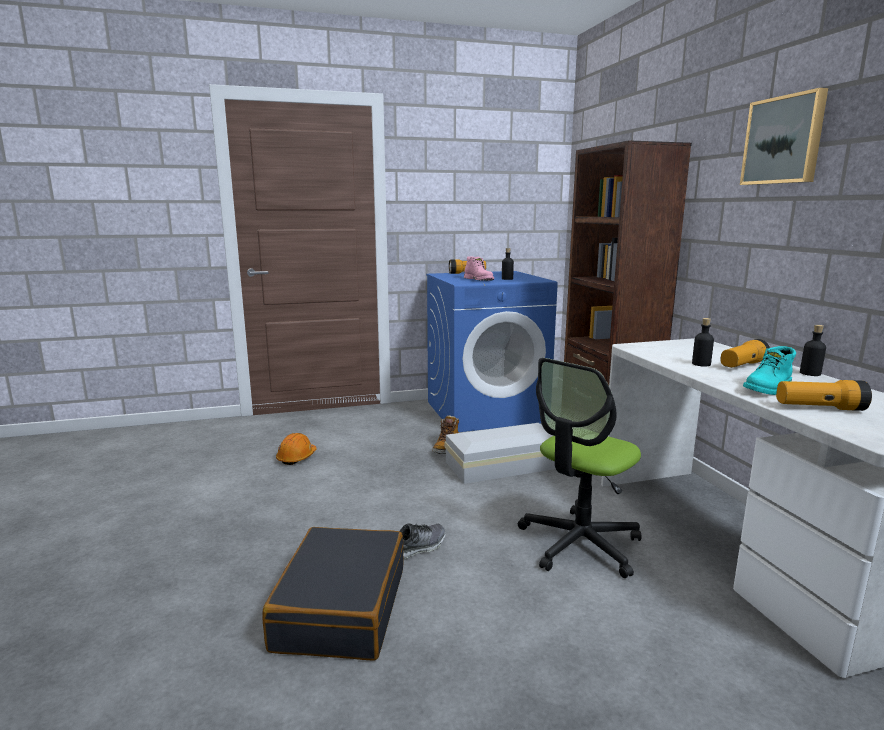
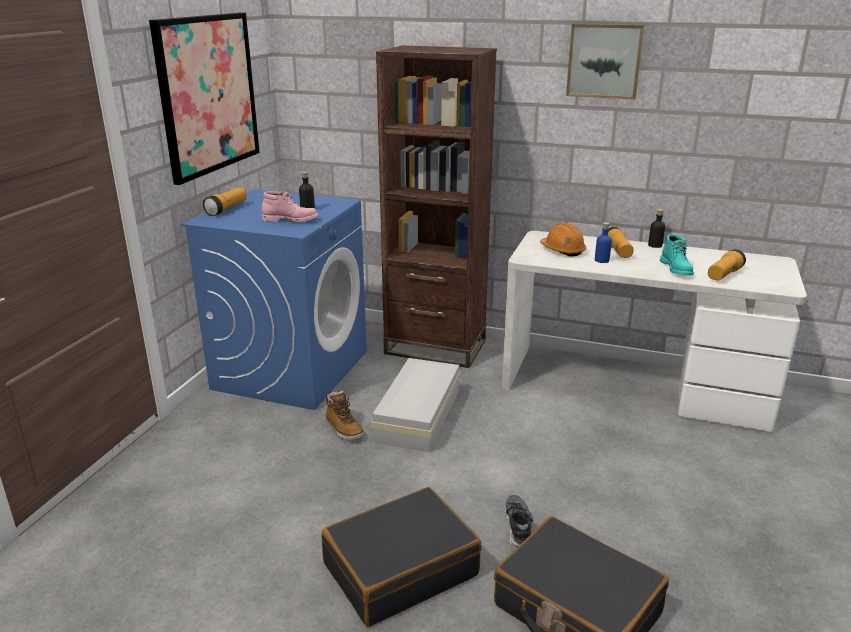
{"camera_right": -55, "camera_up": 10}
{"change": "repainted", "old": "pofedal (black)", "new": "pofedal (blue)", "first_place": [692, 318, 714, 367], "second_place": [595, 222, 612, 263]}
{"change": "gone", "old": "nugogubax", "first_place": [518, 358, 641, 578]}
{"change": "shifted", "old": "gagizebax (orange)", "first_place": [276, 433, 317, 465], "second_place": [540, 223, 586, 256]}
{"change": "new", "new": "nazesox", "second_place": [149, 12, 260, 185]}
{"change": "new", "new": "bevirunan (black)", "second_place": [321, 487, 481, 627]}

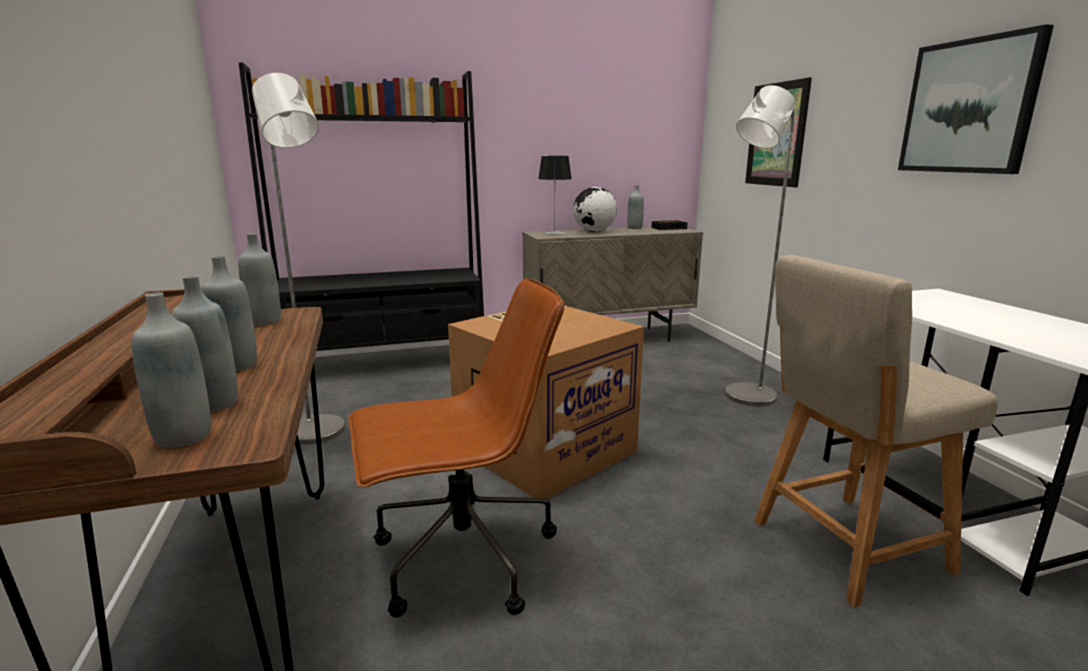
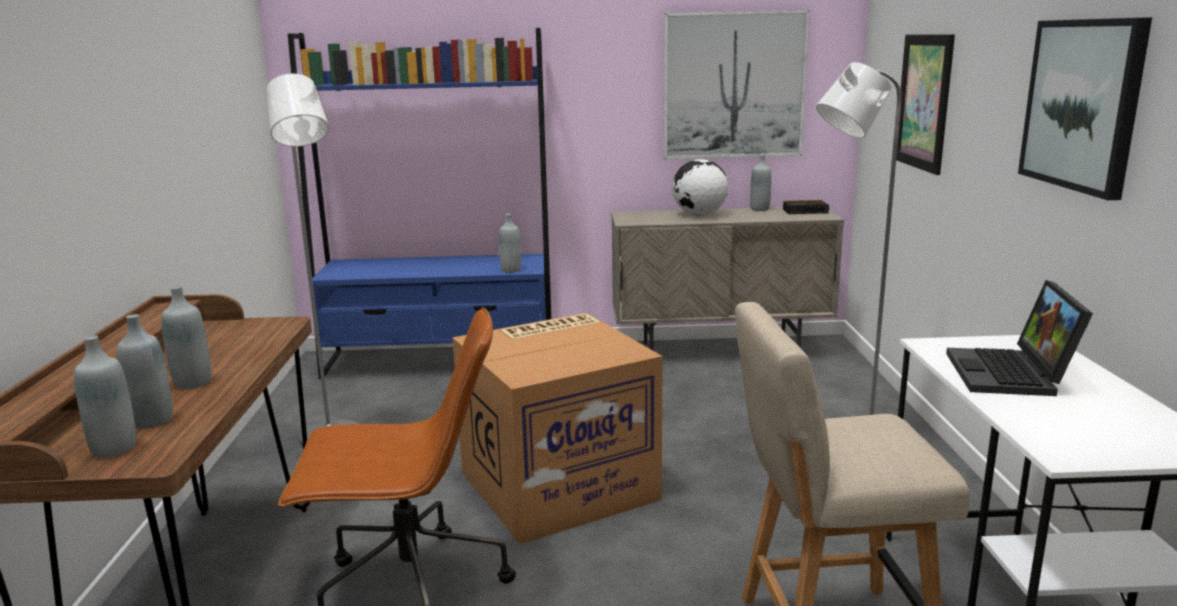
{"camera_right": 15, "camera_up": 0}
{"change": "repainted", "old": "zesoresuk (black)", "new": "zesoresuk (blue)", "first_place": [239, 62, 484, 351], "second_place": [288, 28, 551, 379]}
{"change": "gone", "old": "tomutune", "first_place": [538, 156, 571, 235]}
{"change": "shifted", "old": "pofedal (grey)", "first_place": [238, 233, 281, 325], "second_place": [499, 214, 521, 273]}
{"change": "new", "new": "nazesox", "second_place": [663, 10, 810, 159]}
{"change": "new", "new": "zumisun", "second_place": [946, 280, 1093, 396]}

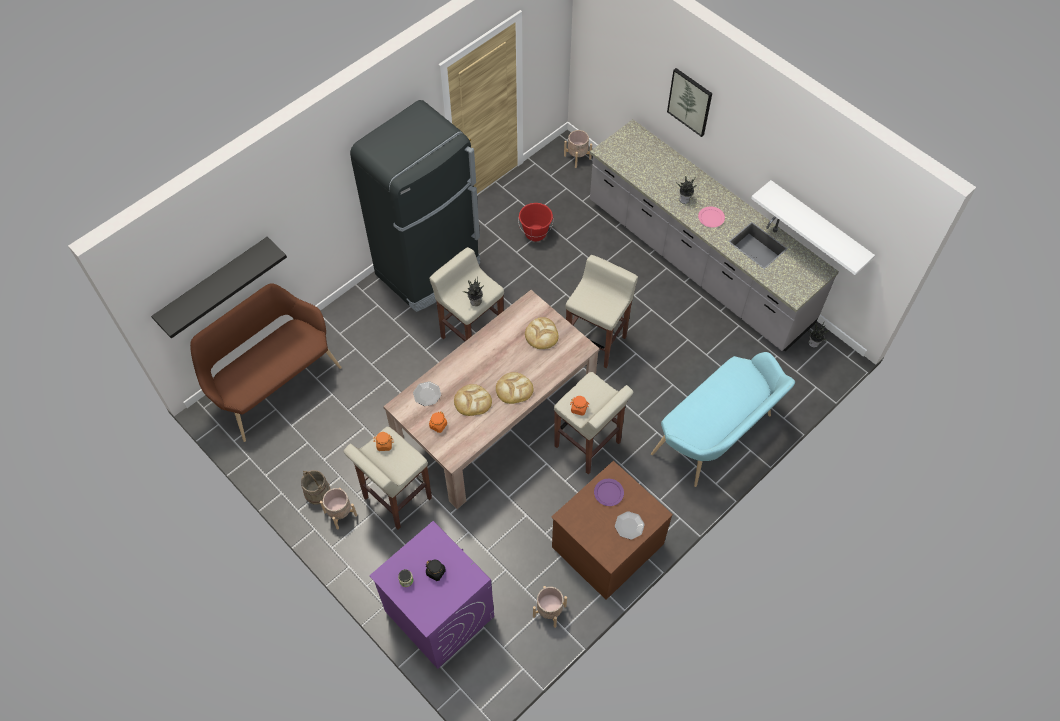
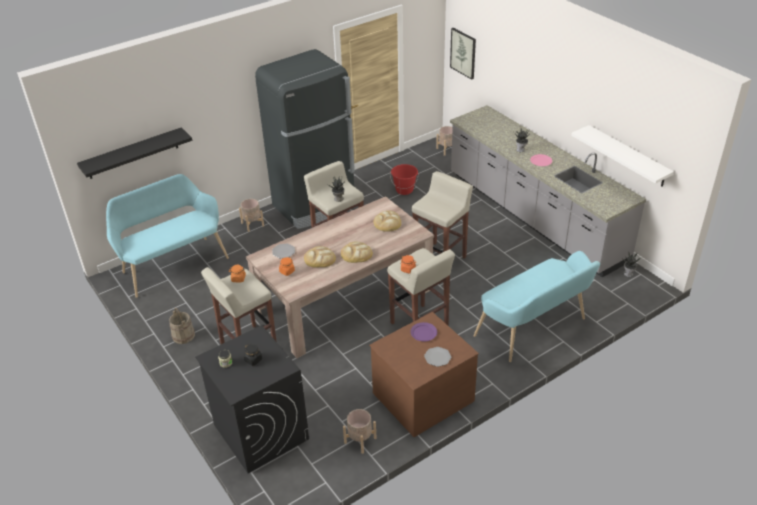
{"camera_right": 10, "camera_up": -20}
{"change": "shifted", "old": "nazesox", "first_place": [667, 68, 712, 137], "second_place": [450, 28, 476, 80]}
{"change": "repainted", "old": "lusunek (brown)", "new": "lusunek (turquoise)", "first_place": [190, 283, 342, 442], "second_place": [106, 174, 229, 298]}
{"change": "shifted", "old": "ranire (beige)", "first_place": [320, 488, 357, 529], "second_place": [239, 199, 264, 232]}
{"change": "repainted", "old": "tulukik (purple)", "new": "tulukik (black)", "first_place": [369, 521, 494, 669], "second_place": [195, 325, 309, 473]}

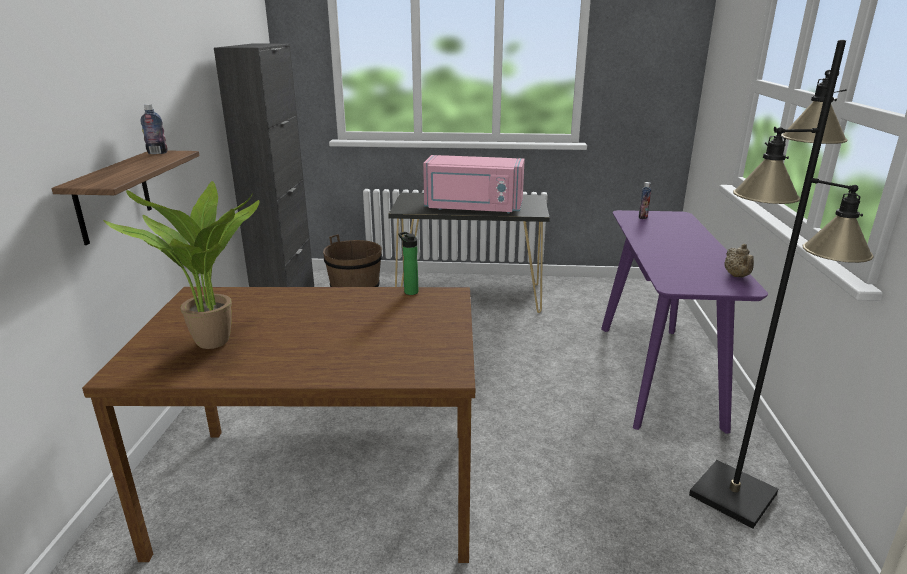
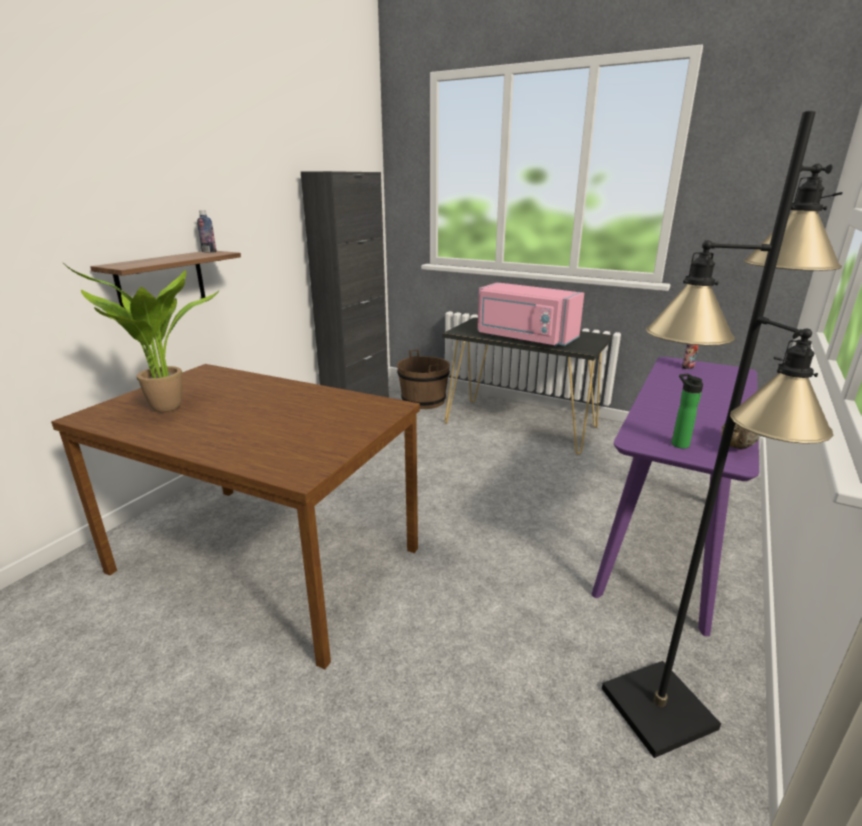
{"camera_right": 25, "camera_up": 0}
{"change": "shifted", "old": "pofedal", "first_place": [398, 232, 418, 295], "second_place": [672, 374, 703, 449]}

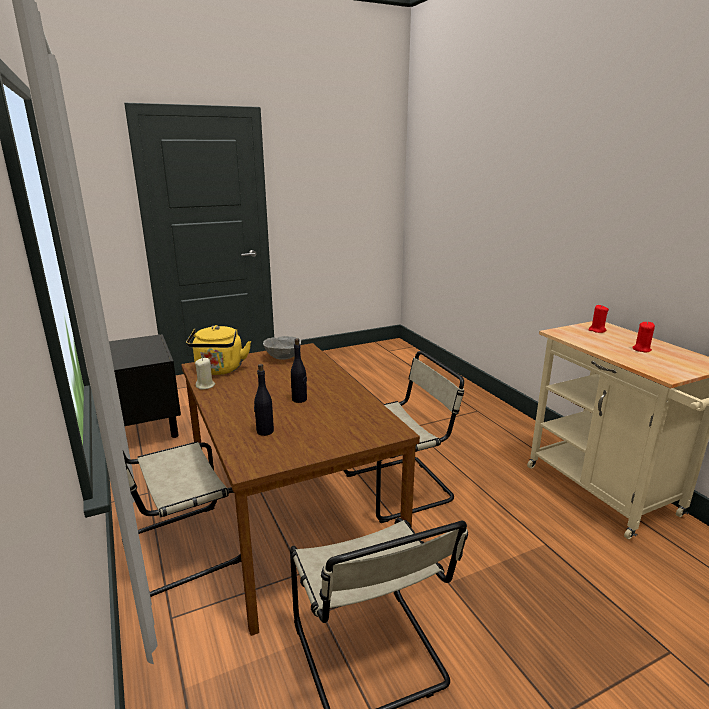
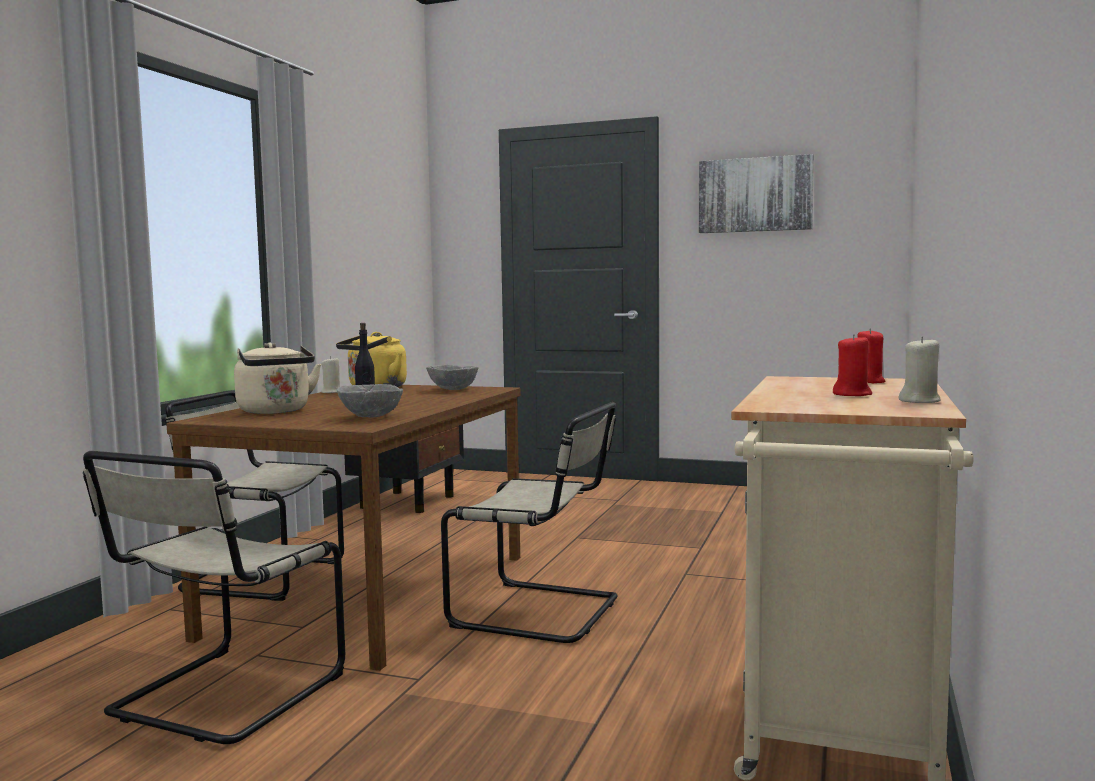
{"camera_right": 45, "camera_up": -15}
{"change": "swapped", "old": "pofedal (black)", "new": "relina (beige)", "first_place": [254, 364, 274, 436], "second_place": [234, 342, 321, 414]}
{"change": "new", "new": "nazesox", "second_place": [699, 154, 814, 233]}
{"change": "new", "new": "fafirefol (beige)", "second_place": [899, 337, 941, 403]}
{"change": "new", "new": "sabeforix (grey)", "second_place": [337, 384, 403, 418]}

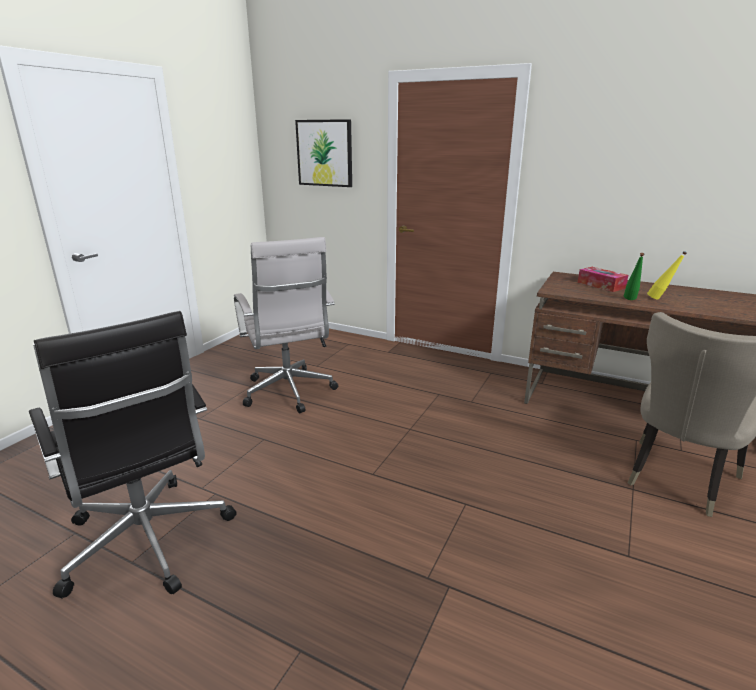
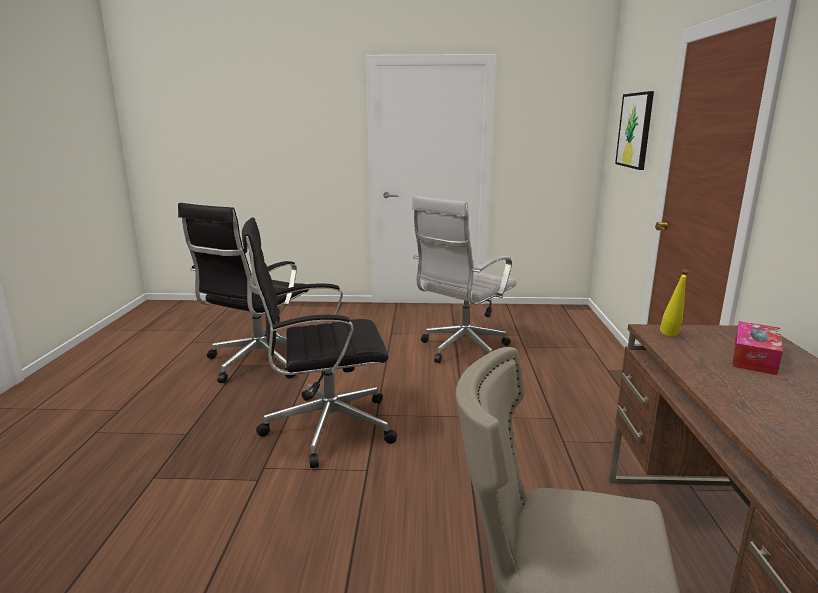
{"camera_right": 65, "camera_up": -5}
{"change": "shifted", "old": "pofedal (yellow)", "first_place": [647, 251, 687, 300], "second_place": [660, 269, 689, 336]}
{"change": "gone", "old": "pofedal (green)", "first_place": [624, 253, 644, 300]}
{"change": "new", "new": "nugogubax (black)", "second_place": [242, 218, 397, 468]}

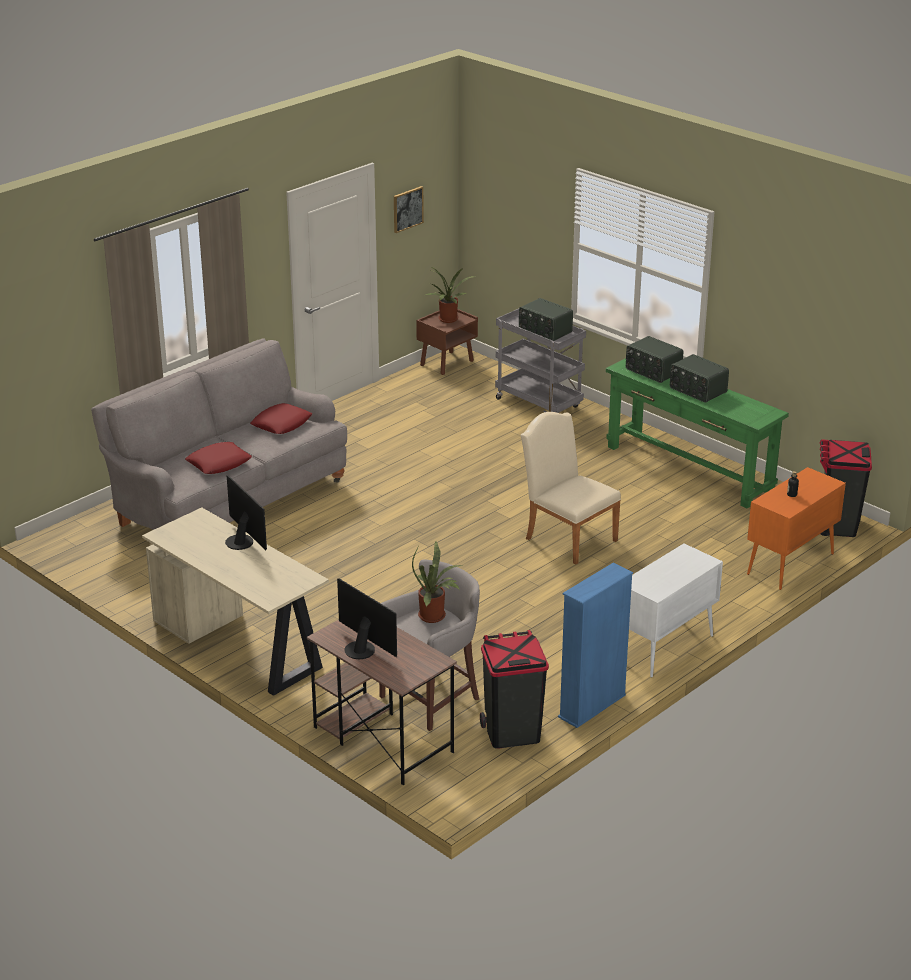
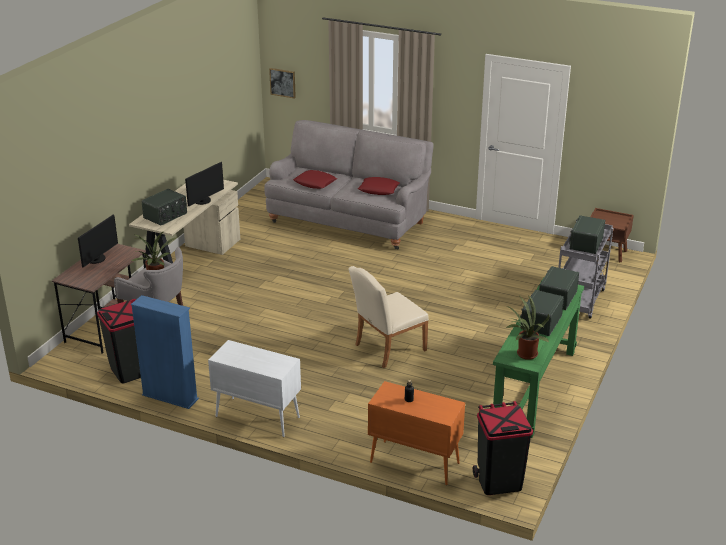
{"camera_right": 70, "camera_up": 0}
{"change": "shifted", "old": "nazesox", "first_place": [394, 186, 424, 233], "second_place": [269, 68, 296, 99]}
{"change": "shifted", "old": "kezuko", "first_place": [426, 267, 476, 323], "second_place": [506, 295, 549, 360]}
{"change": "rotated", "old": "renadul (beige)", "first_place": [520, 412, 621, 564], "second_place": [348, 266, 429, 368], "degrees": -150}
{"change": "new", "new": "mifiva", "second_place": [142, 189, 187, 226]}

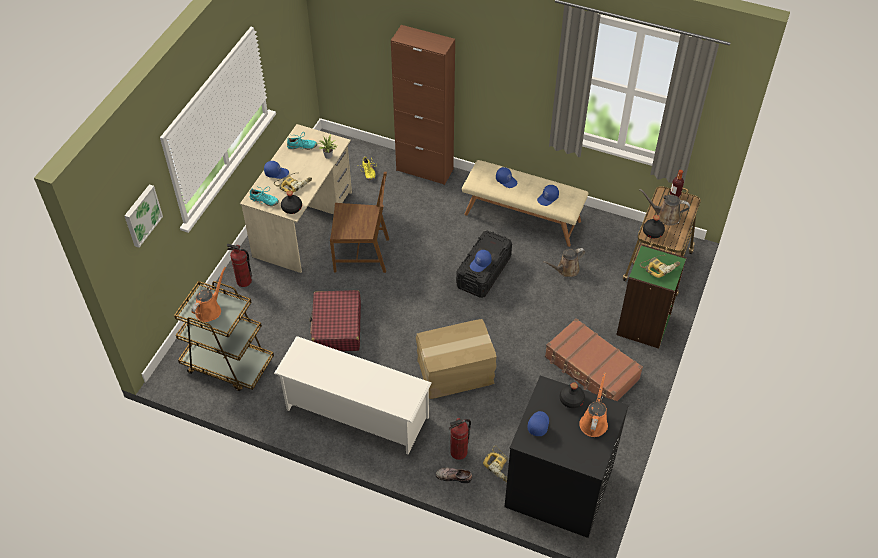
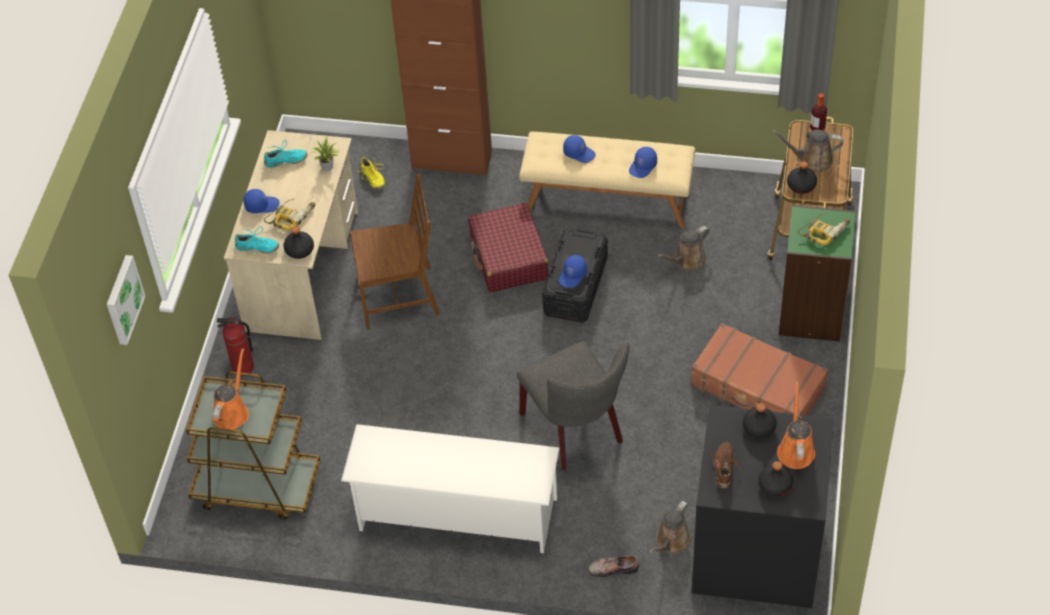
{"camera_right": -10, "camera_up": 0}
{"change": "shifted", "old": "bevirunan (red)", "first_place": [310, 290, 361, 351], "second_place": [468, 203, 549, 292]}
{"change": "swapped", "old": "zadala", "new": "renadul (grey)", "first_place": [416, 319, 497, 399], "second_place": [517, 341, 629, 470]}
{"change": "swapped", "old": "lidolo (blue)", "new": "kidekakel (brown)", "first_place": [528, 411, 549, 436], "second_place": [709, 442, 742, 488]}
{"change": "gone", "old": "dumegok", "first_place": [449, 418, 471, 460]}
{"change": "swapped", "old": "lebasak", "new": "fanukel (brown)", "first_place": [483, 445, 509, 482], "second_place": [649, 501, 691, 554]}
{"change": "new", "new": "pofedal (black)", "second_place": [758, 461, 793, 497]}

